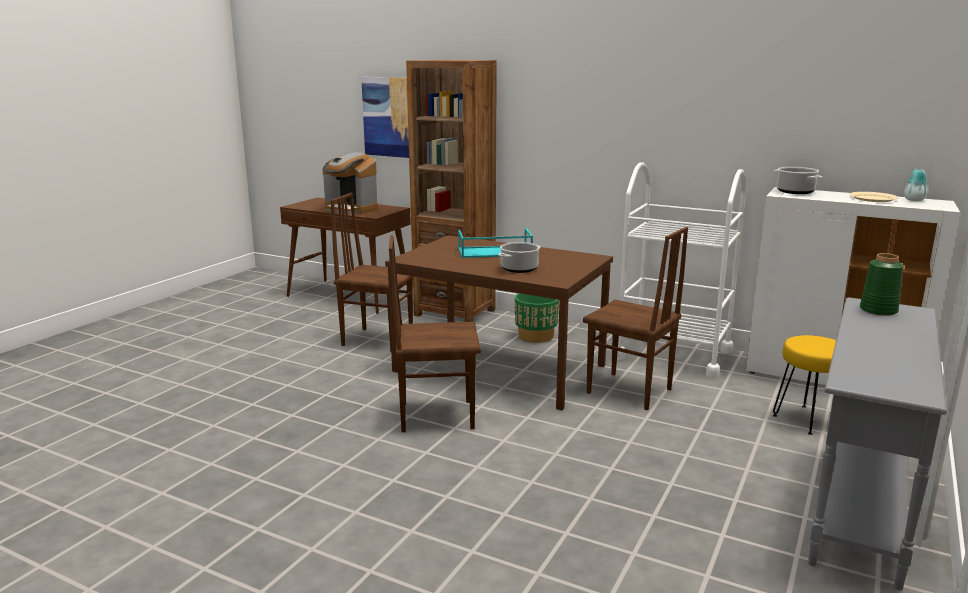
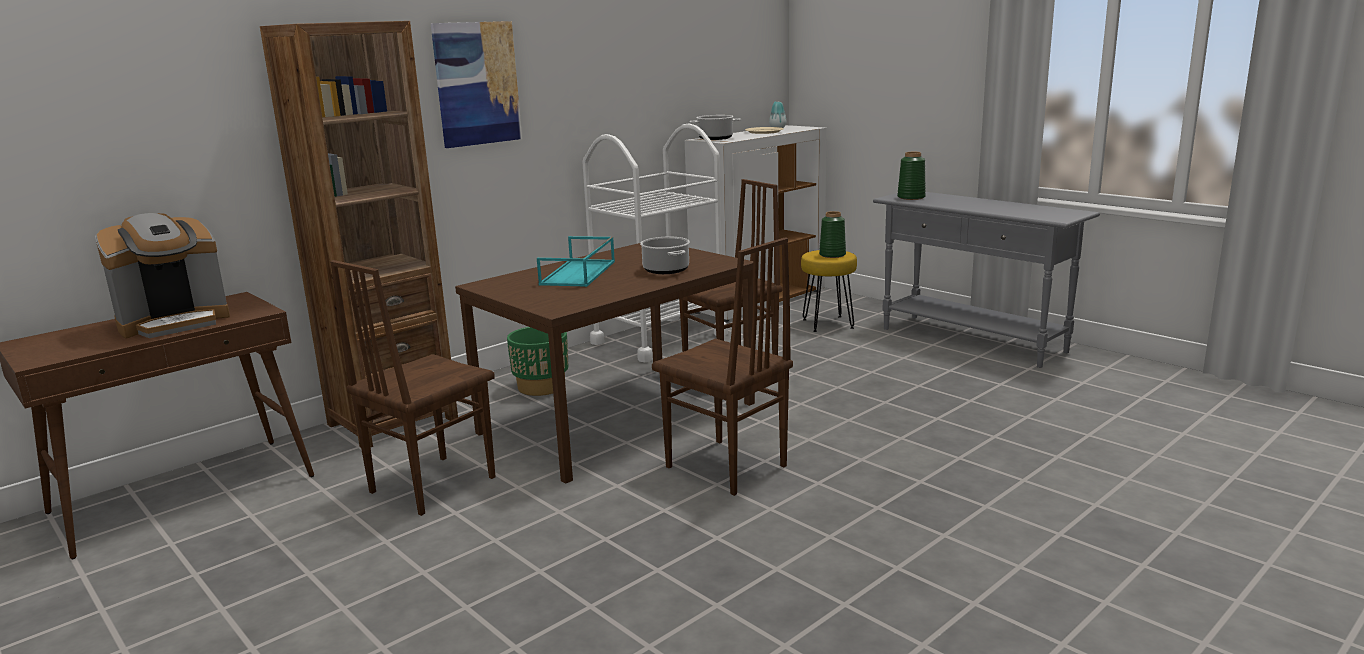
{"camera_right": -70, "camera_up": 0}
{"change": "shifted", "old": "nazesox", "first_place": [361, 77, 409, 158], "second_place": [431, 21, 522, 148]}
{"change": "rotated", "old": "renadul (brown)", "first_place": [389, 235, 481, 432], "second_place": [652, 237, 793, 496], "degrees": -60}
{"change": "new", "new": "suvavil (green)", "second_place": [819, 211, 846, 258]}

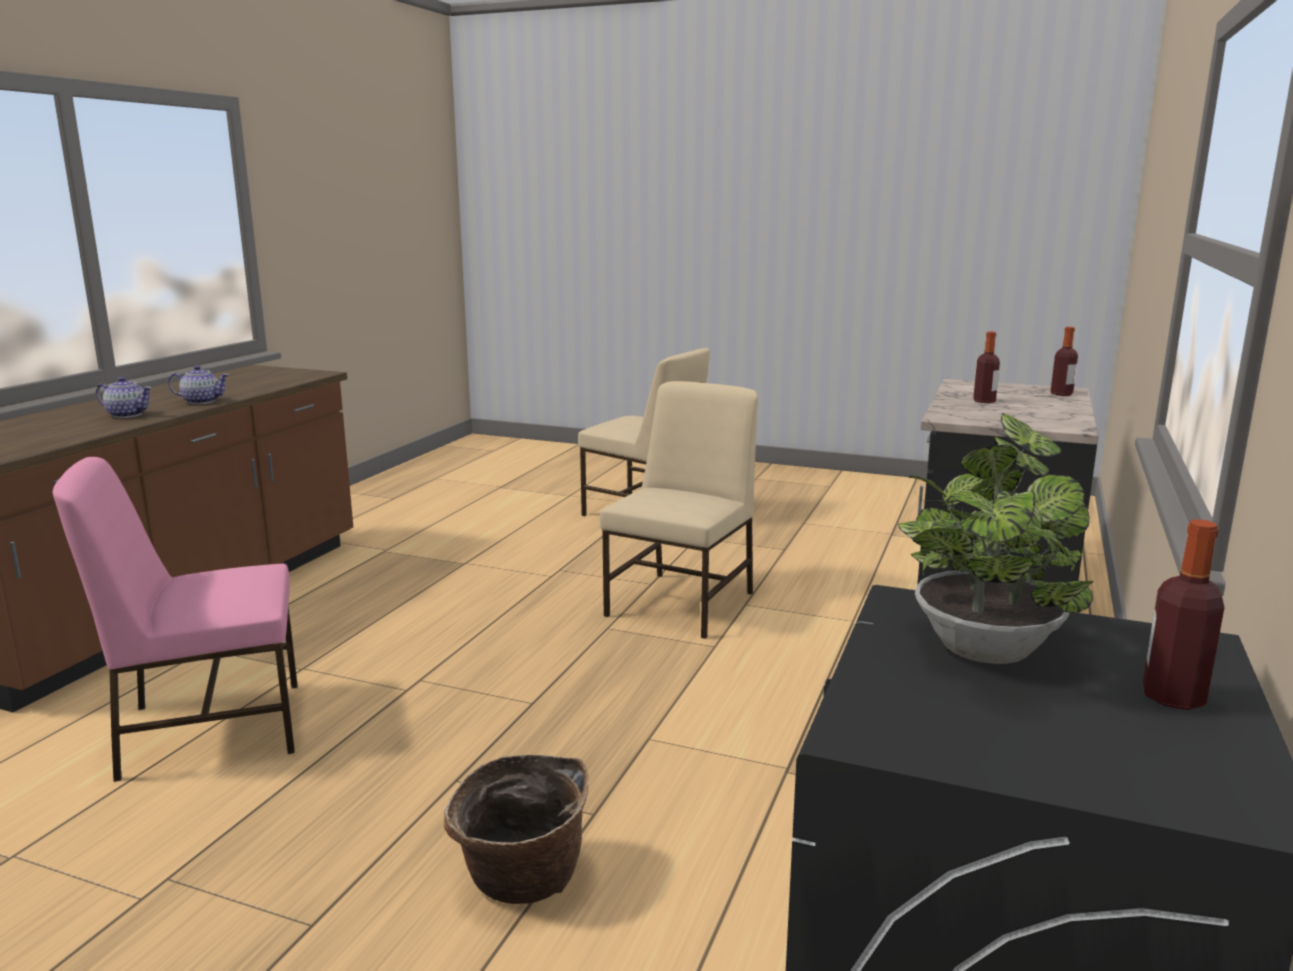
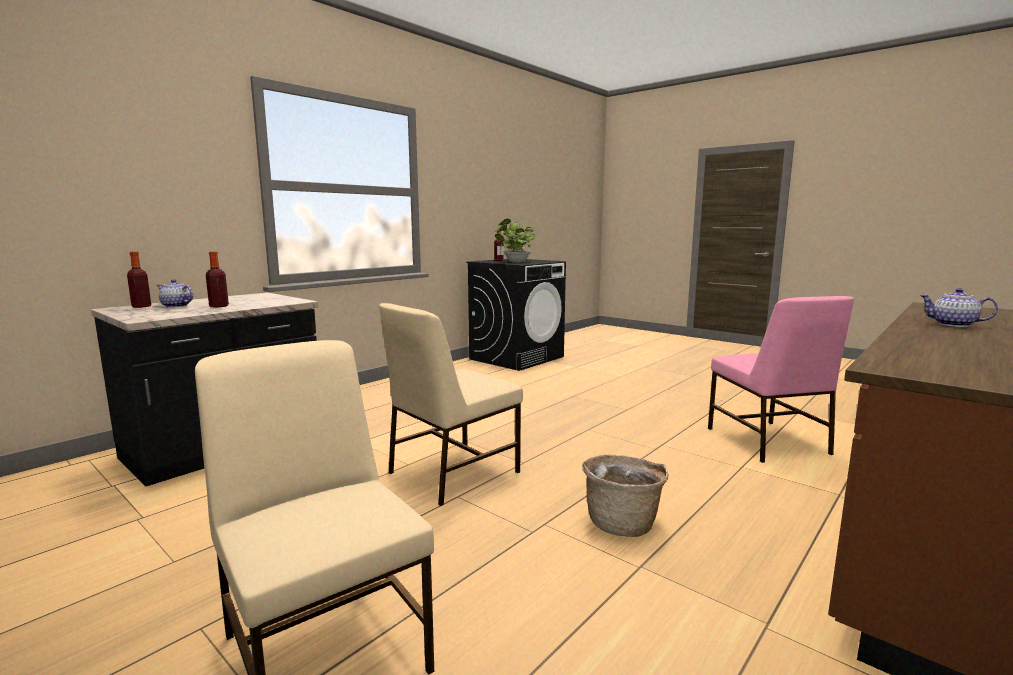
{"camera_right": -160, "camera_up": -5}
{"change": "shifted", "old": "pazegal", "first_place": [168, 366, 229, 404], "second_place": [157, 279, 193, 308]}
{"change": "rotated", "old": "renadul (pink)", "first_place": [53, 457, 298, 782], "second_place": [708, 296, 854, 463], "degrees": 75}
{"change": "shifted", "old": "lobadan", "first_place": [444, 755, 589, 904], "second_place": [582, 454, 669, 537]}

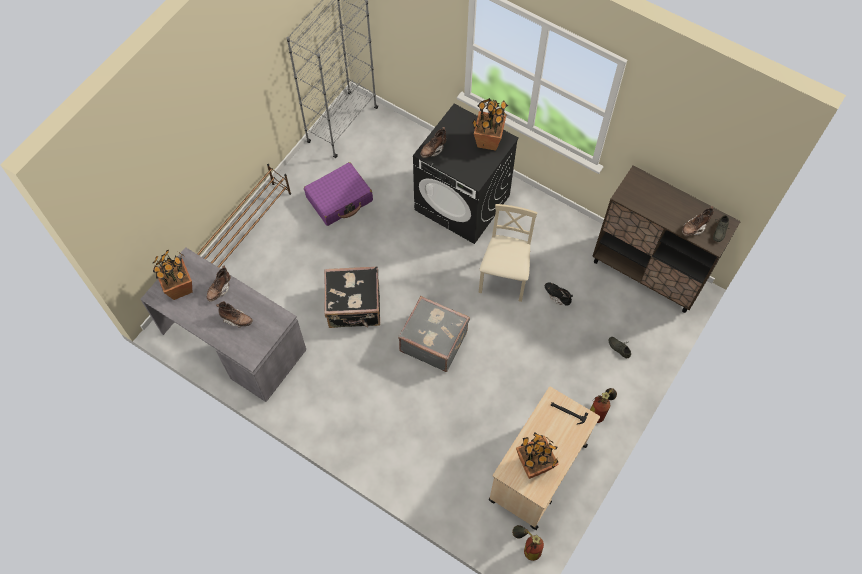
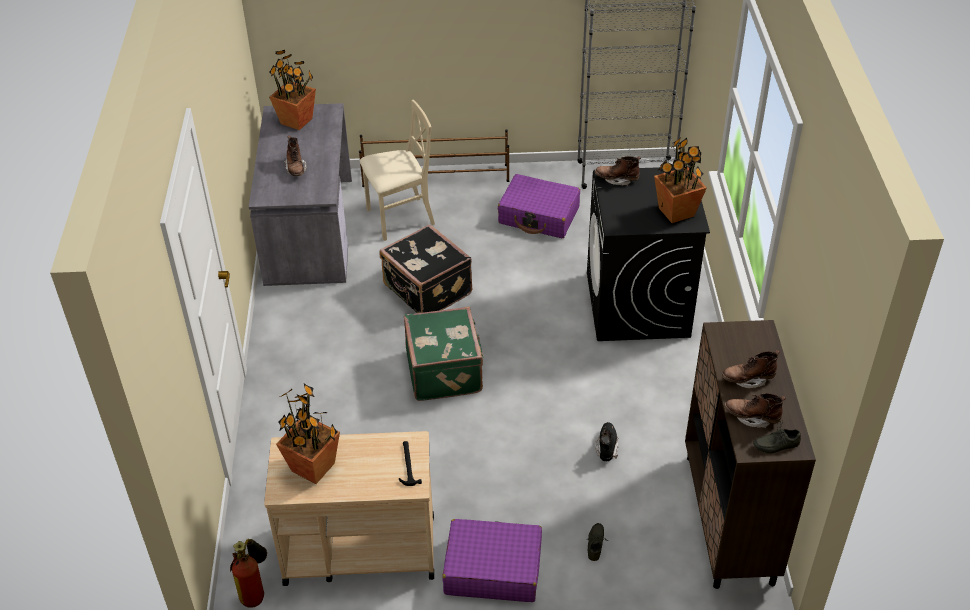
{"camera_right": 55, "camera_up": -20}
{"change": "shifted", "old": "renadul (beige)", "first_place": [479, 204, 538, 302], "second_place": [360, 100, 435, 241]}
{"change": "shifted", "old": "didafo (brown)", "first_place": [206, 266, 231, 302], "second_place": [722, 350, 780, 388]}
{"change": "repainted", "old": "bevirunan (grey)", "new": "bevirunan (green)", "first_place": [398, 296, 470, 372], "second_place": [404, 307, 484, 401]}
{"change": "swapped", "old": "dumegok", "new": "bevirunan (purple)", "first_place": [590, 388, 617, 423], "second_place": [442, 519, 542, 602]}

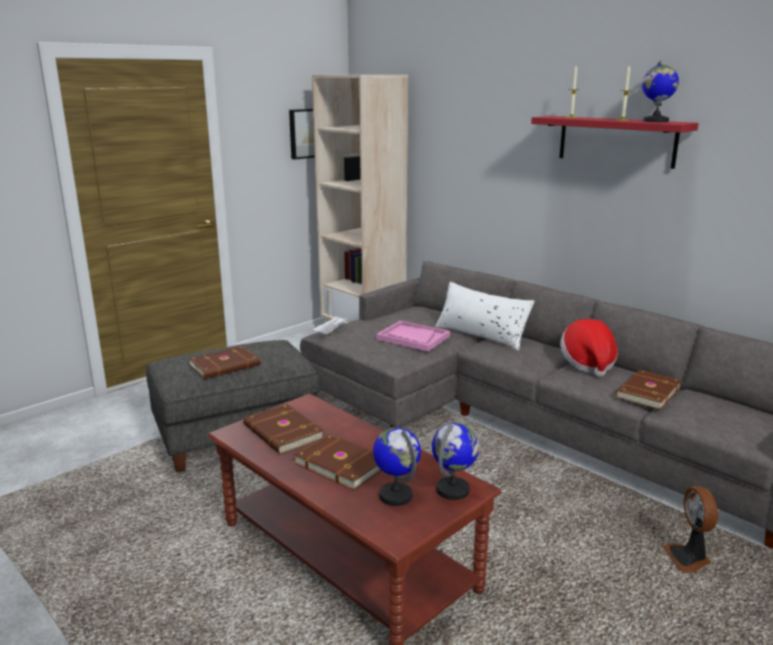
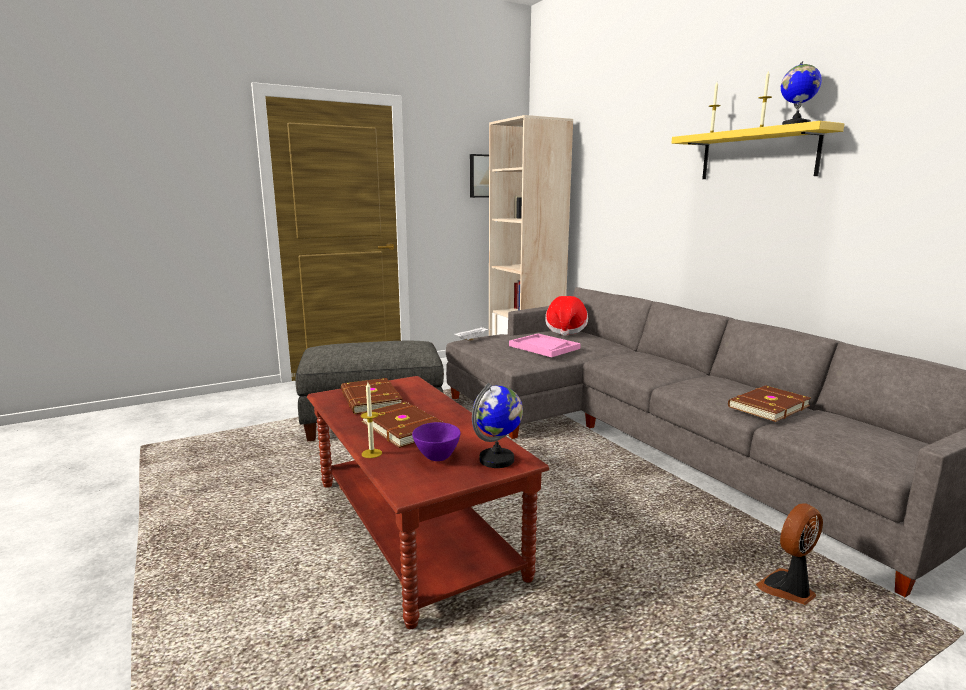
{"camera_right": 15, "camera_up": -5}
{"change": "repainted", "old": "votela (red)", "new": "votela (yellow)", "first_place": [531, 116, 699, 169], "second_place": [672, 121, 845, 179]}
{"change": "gone", "old": "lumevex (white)", "first_place": [435, 282, 535, 351]}
{"change": "shifted", "old": "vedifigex", "first_place": [560, 319, 618, 377], "second_place": [545, 296, 588, 336]}
{"change": "gone", "old": "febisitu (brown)", "first_place": [189, 346, 261, 379]}
{"change": "swapped", "old": "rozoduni", "new": "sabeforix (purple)", "first_place": [373, 427, 421, 506], "second_place": [412, 422, 460, 461]}
{"change": "rotated", "old": "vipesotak", "first_place": [662, 486, 718, 573], "second_place": [756, 503, 823, 605], "degrees": 45}
{"change": "new", "new": "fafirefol", "second_place": [361, 382, 382, 458]}

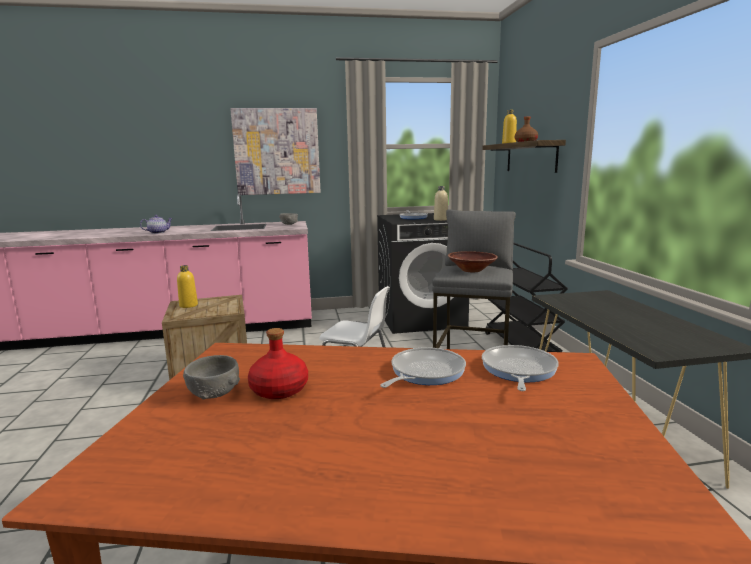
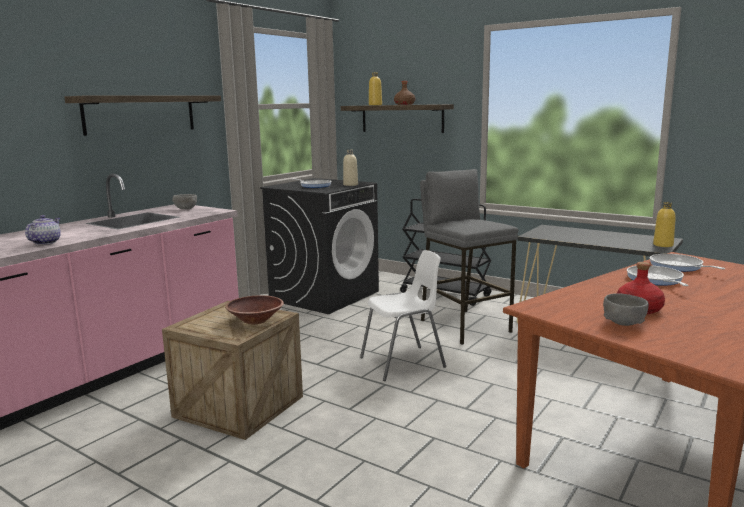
{"camera_right": -45, "camera_up": 0}
{"change": "swapped", "old": "nazesox", "new": "votela", "first_place": [230, 108, 321, 195], "second_place": [64, 95, 221, 136]}
{"change": "shifted", "old": "sabeforix (brown)", "first_place": [448, 251, 498, 272], "second_place": [225, 295, 284, 324]}
{"change": "shifted", "old": "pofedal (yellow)", "first_place": [177, 265, 198, 308], "second_place": [653, 202, 676, 247]}

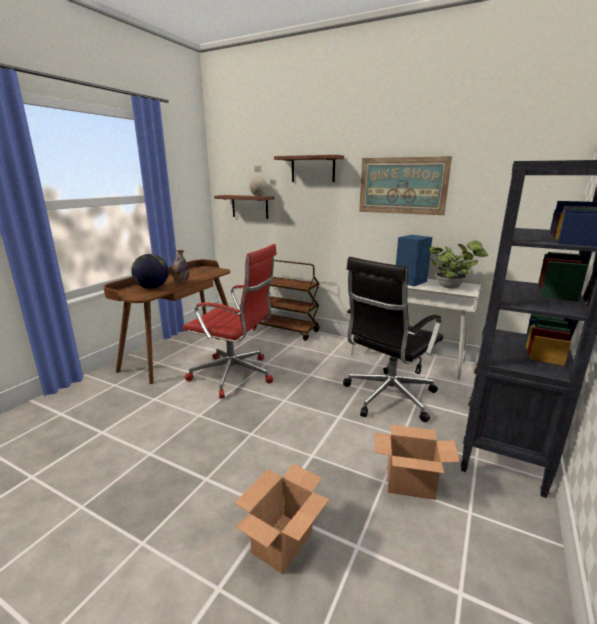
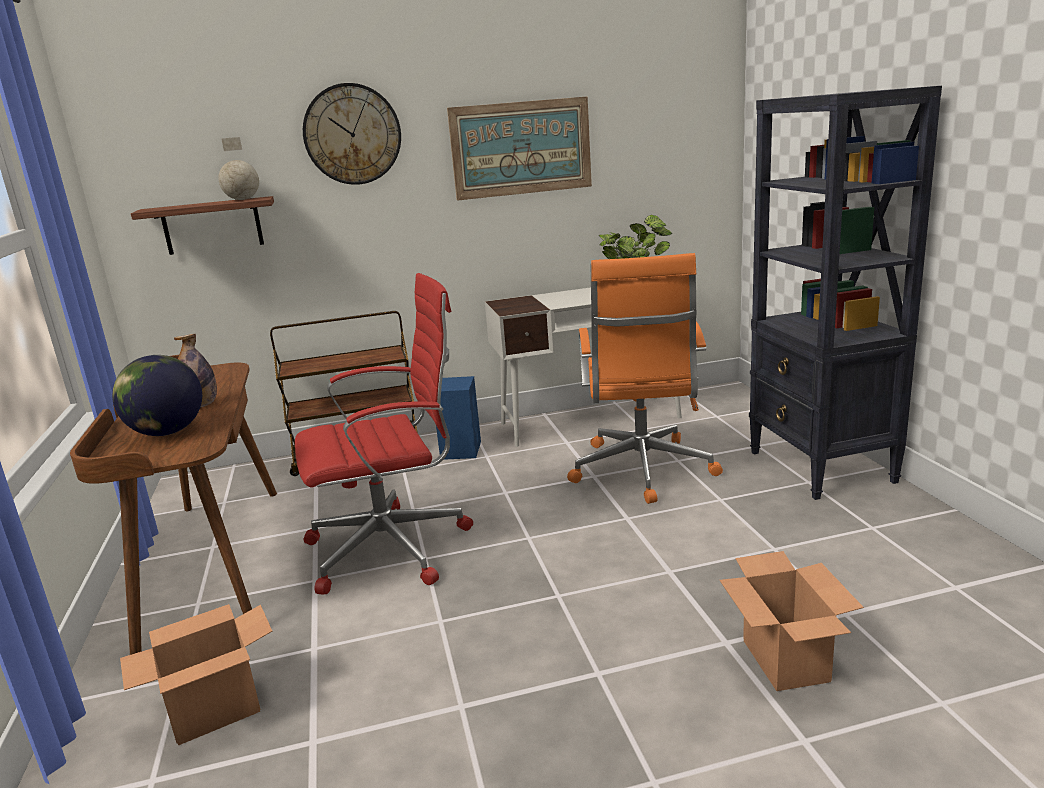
{"camera_right": -40, "camera_up": 0}
{"change": "swapped", "old": "votela", "new": "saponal", "first_place": [274, 155, 344, 182], "second_place": [303, 83, 401, 185]}
{"change": "shifted", "old": "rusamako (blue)", "first_place": [396, 235, 432, 287], "second_place": [436, 376, 481, 460]}
{"change": "repainted", "old": "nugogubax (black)", "new": "nugogubax (orange)", "first_place": [343, 257, 443, 422], "second_place": [567, 253, 723, 504]}
{"change": "shifted", "old": "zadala", "first_place": [374, 425, 460, 500], "second_place": [120, 604, 272, 746]}

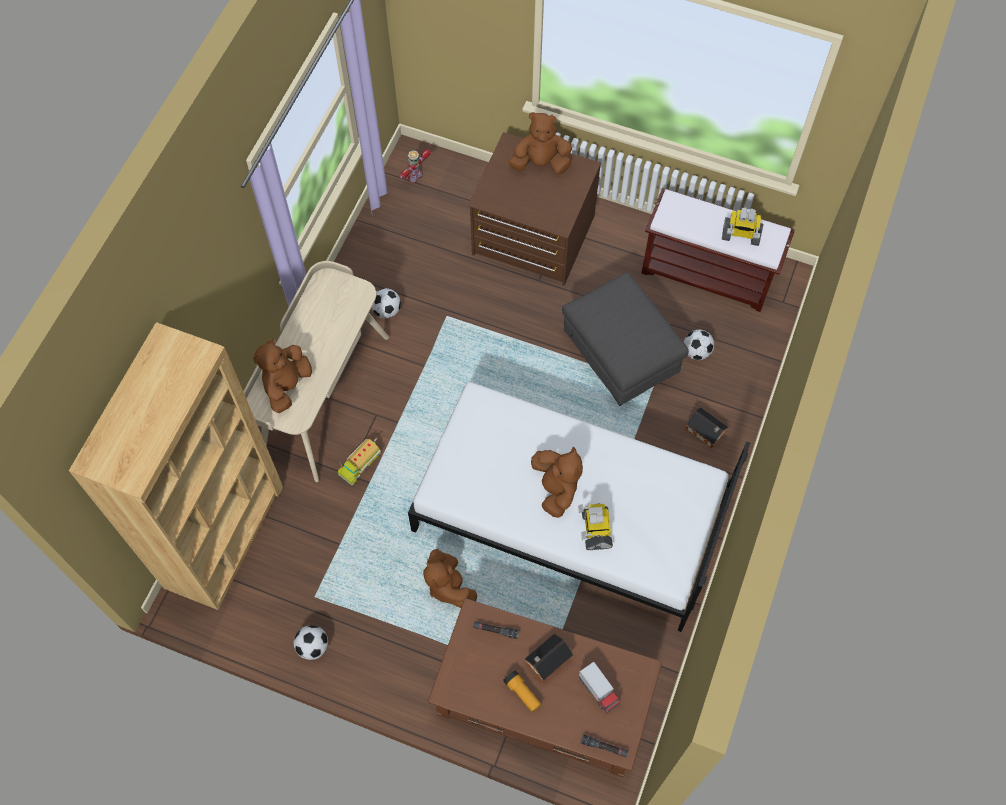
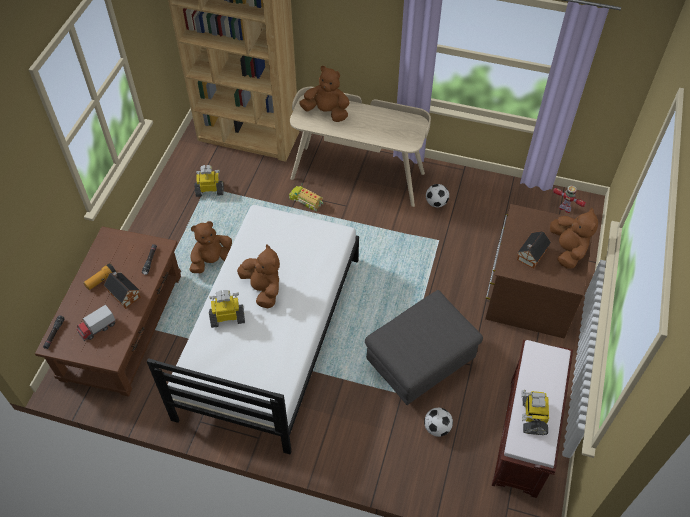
{"camera_right": 85, "camera_up": -10}
{"change": "shifted", "old": "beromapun", "first_place": [686, 407, 729, 449], "second_place": [517, 231, 551, 269]}
{"change": "rotated", "old": "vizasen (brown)", "first_place": [531, 447, 583, 518], "second_place": [237, 245, 280, 308], "degrees": -105}
{"change": "gone", "old": "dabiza", "first_place": [294, 625, 328, 660]}
{"change": "new", "new": "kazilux", "second_place": [194, 165, 224, 197]}

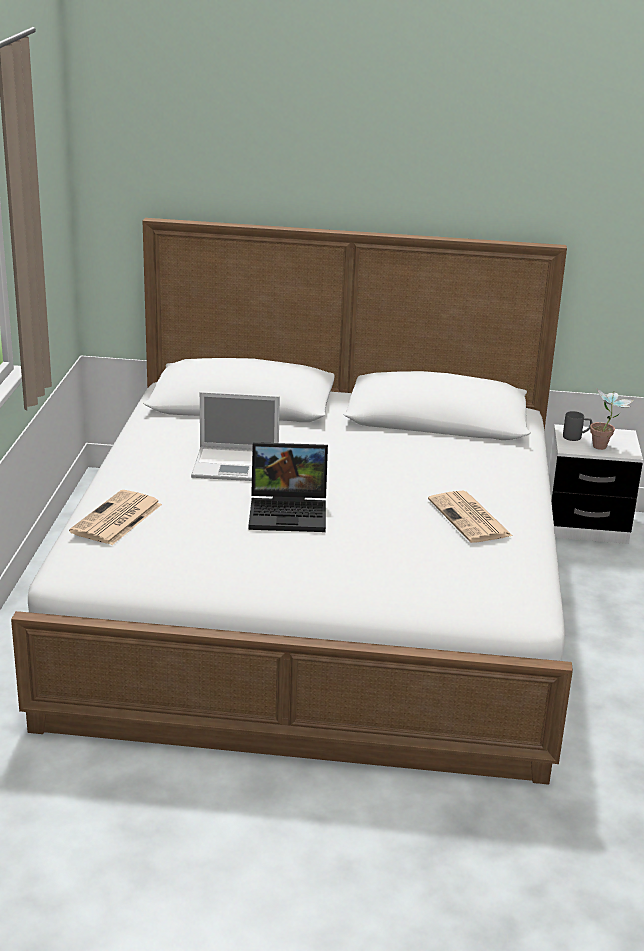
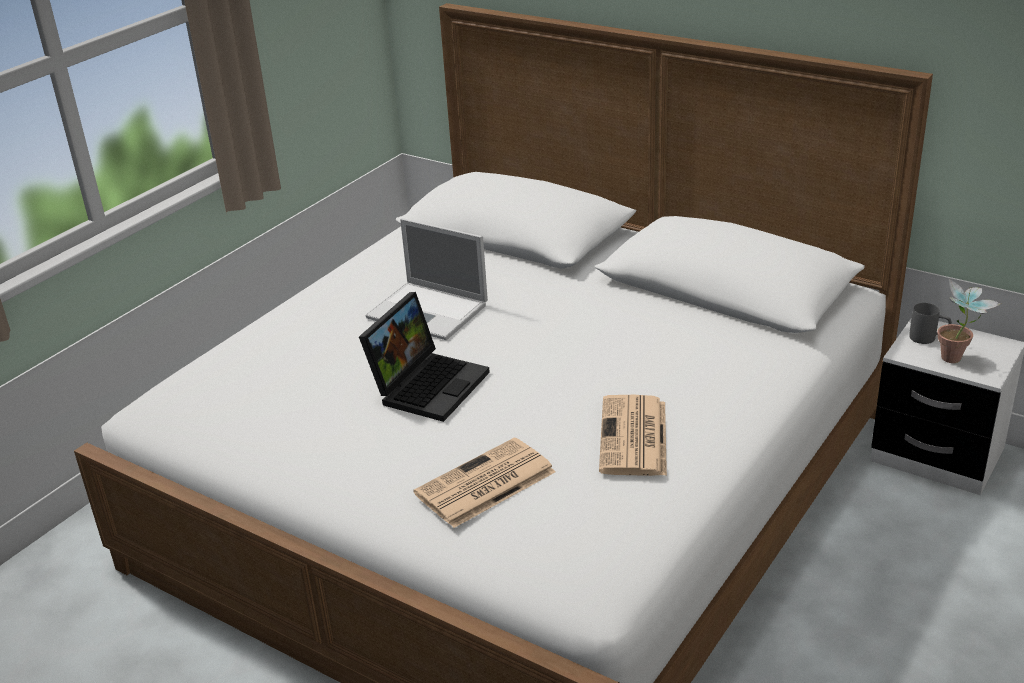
{"camera_right": 30, "camera_up": 5}
{"change": "rotated", "old": "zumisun", "first_place": [248, 442, 328, 532], "second_place": [359, 292, 490, 422], "degrees": -90}
{"change": "shifted", "old": "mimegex", "first_place": [69, 490, 162, 545], "second_place": [414, 438, 556, 528]}

